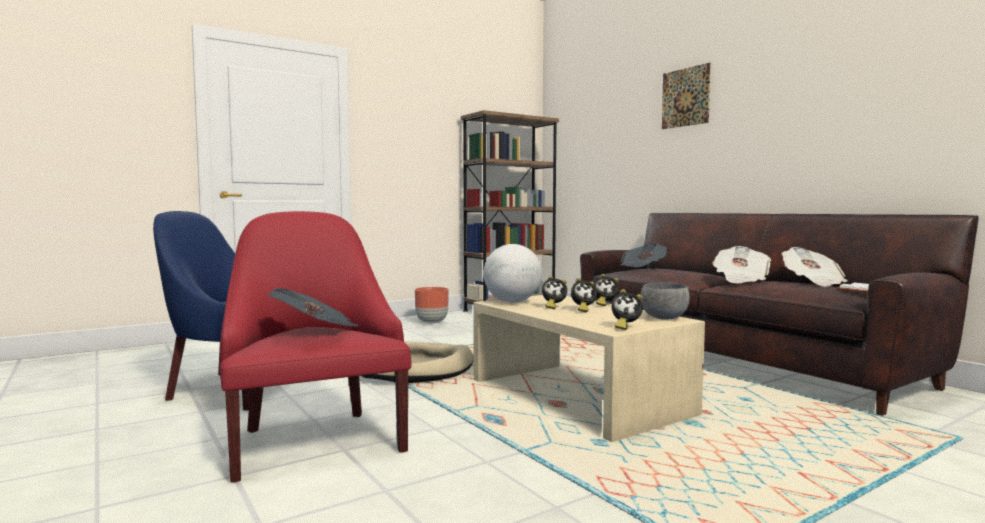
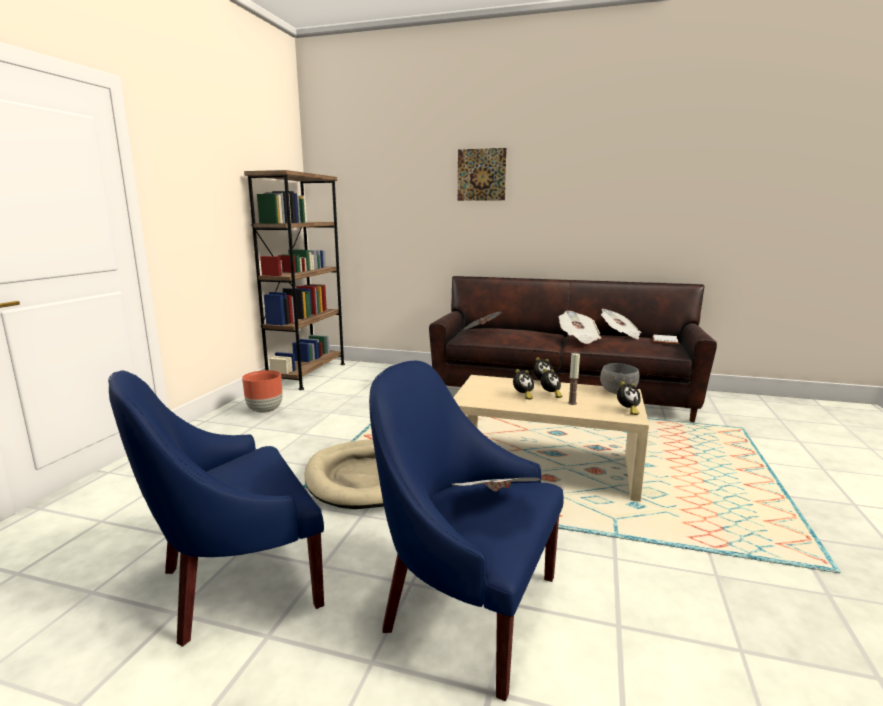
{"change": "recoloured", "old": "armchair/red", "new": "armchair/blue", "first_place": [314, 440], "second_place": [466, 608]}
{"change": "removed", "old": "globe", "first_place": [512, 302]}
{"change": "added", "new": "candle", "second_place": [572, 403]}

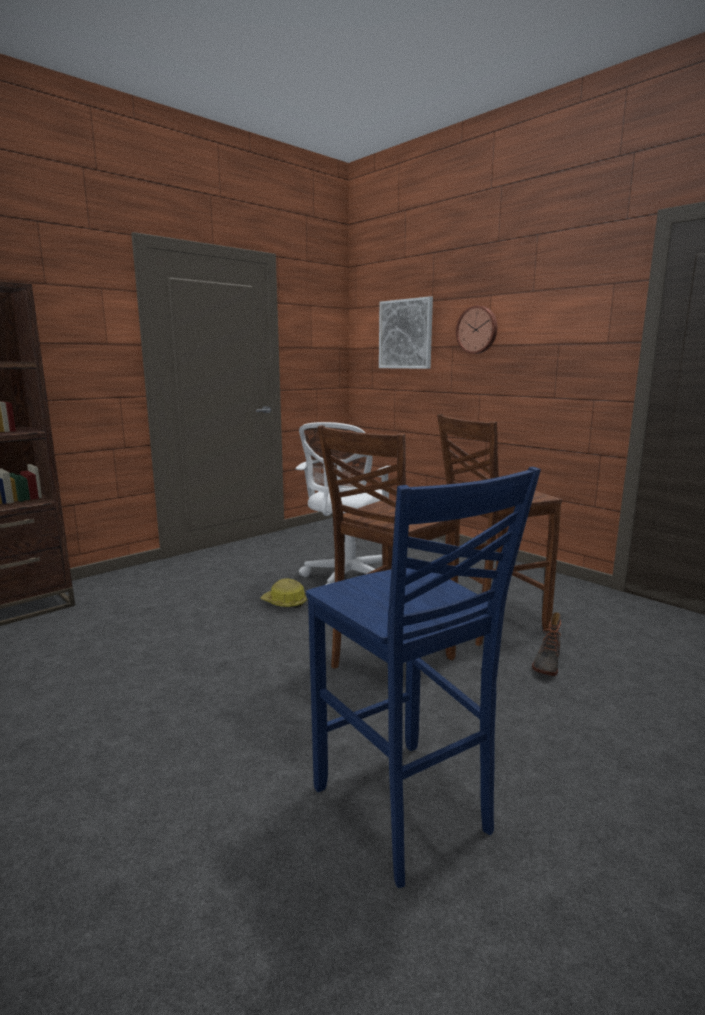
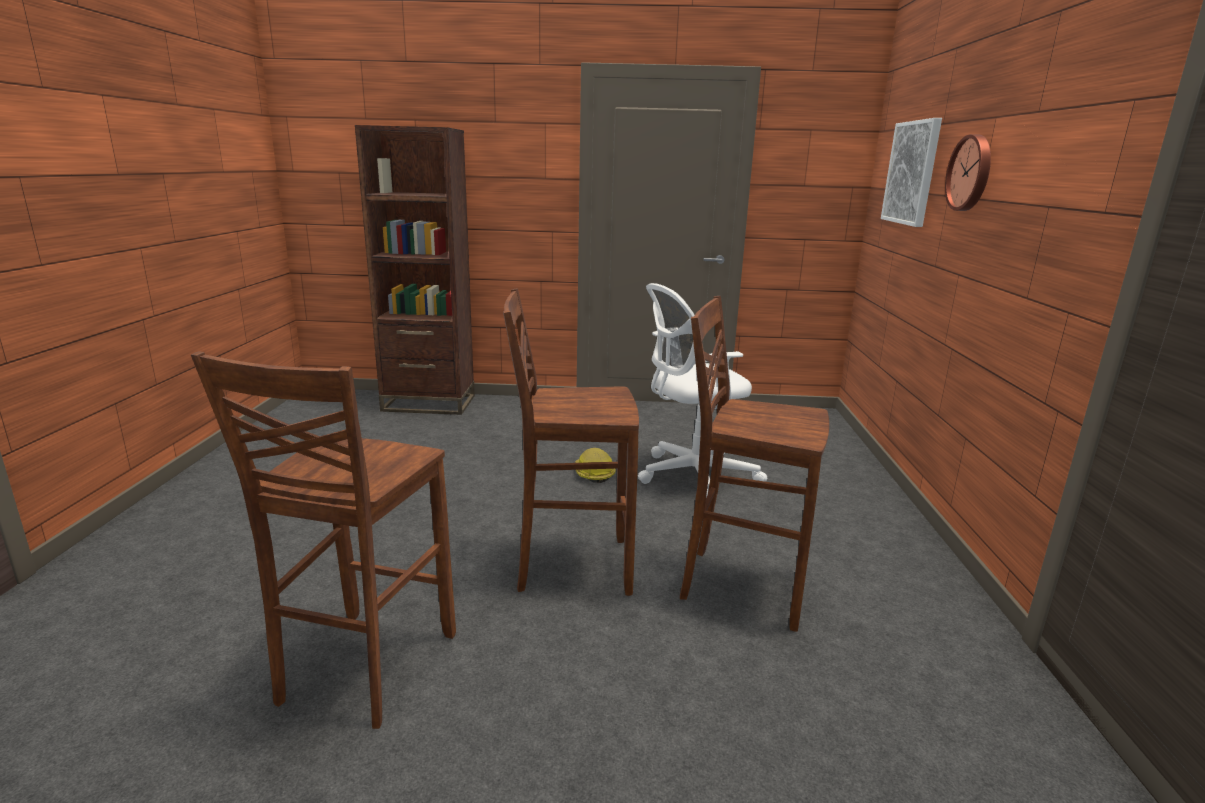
{"change": "recoloured", "old": "stool/blue", "new": "stool/brown", "first_place": [404, 811], "second_place": [363, 669]}
{"change": "removed", "old": "boot", "first_place": [546, 663]}

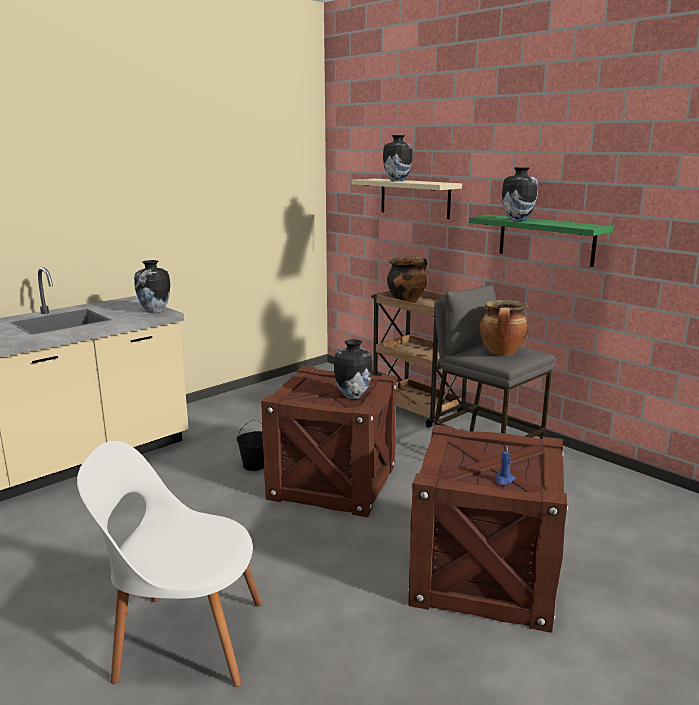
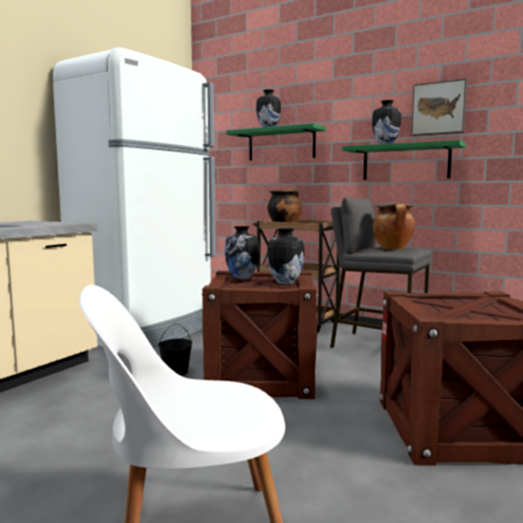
{"change": "moved", "old": "vase", "first_place": [154, 311], "second_place": [242, 278]}
{"change": "recoloured", "old": "shelf/beige", "new": "shelf/green", "first_place": [414, 198], "second_place": [281, 144]}
{"change": "removed", "old": "candle/blue", "first_place": [504, 480]}
{"change": "added", "new": "fridge/white", "second_place": [146, 331]}
{"change": "added", "new": "picture", "second_place": [439, 108]}

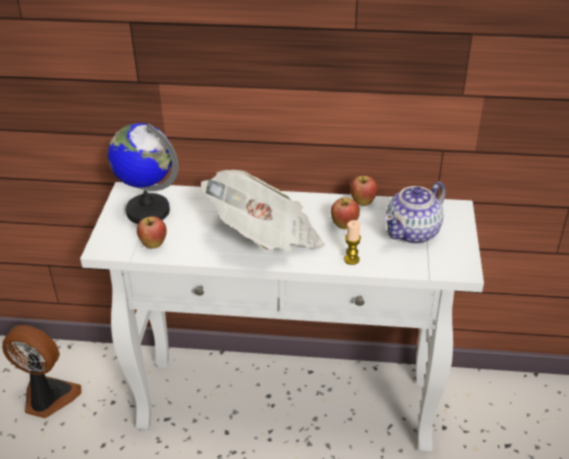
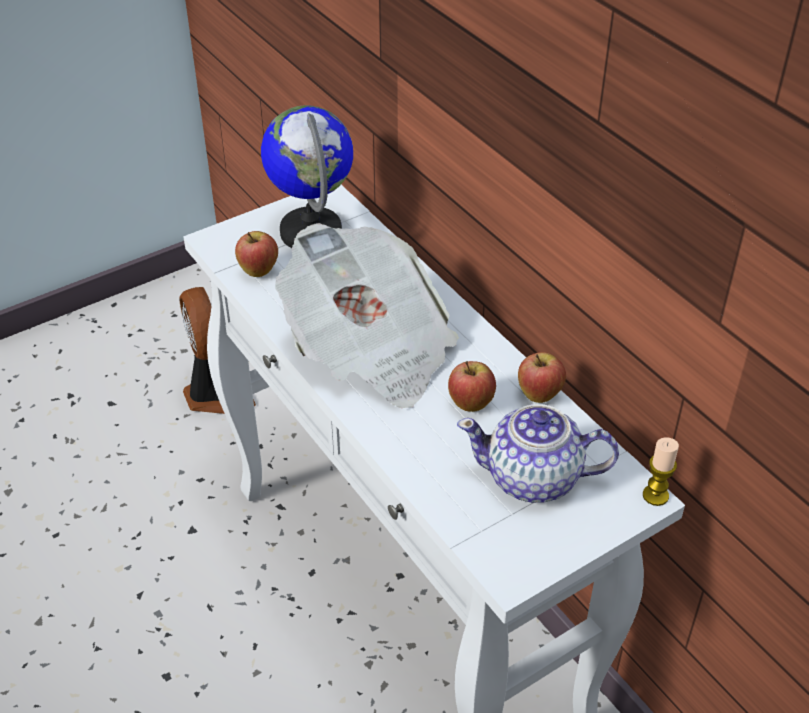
{"change": "moved", "old": "candle", "first_place": [351, 259], "second_place": [655, 495]}

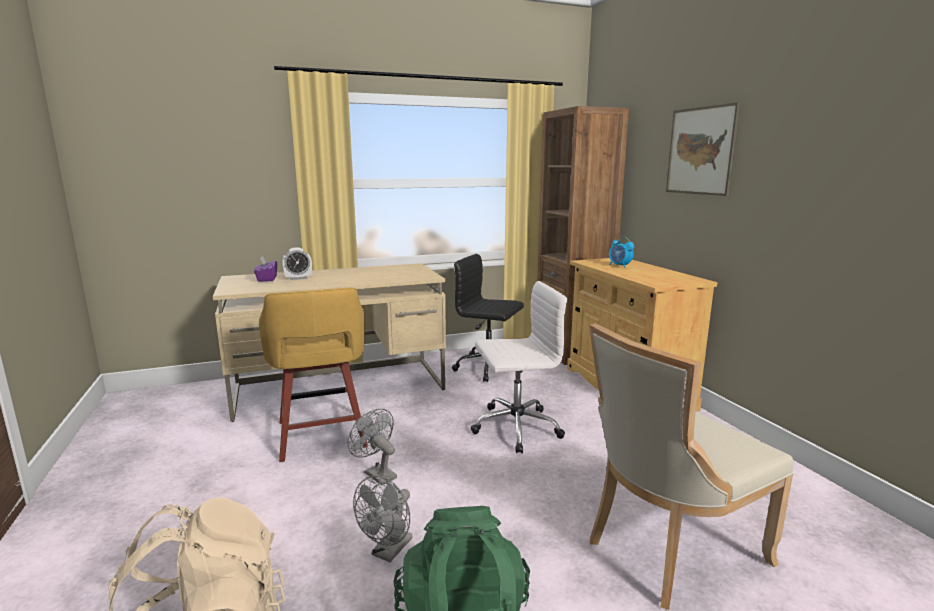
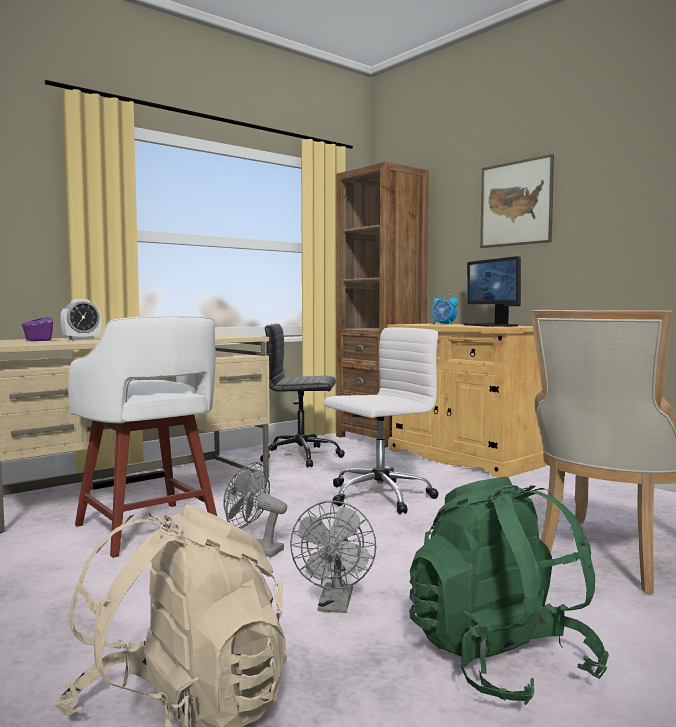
{"change": "recoloured", "old": "stool/yellow", "new": "stool/white", "first_place": [321, 436], "second_place": [148, 530]}
{"change": "added", "new": "monitor", "second_place": [491, 325]}

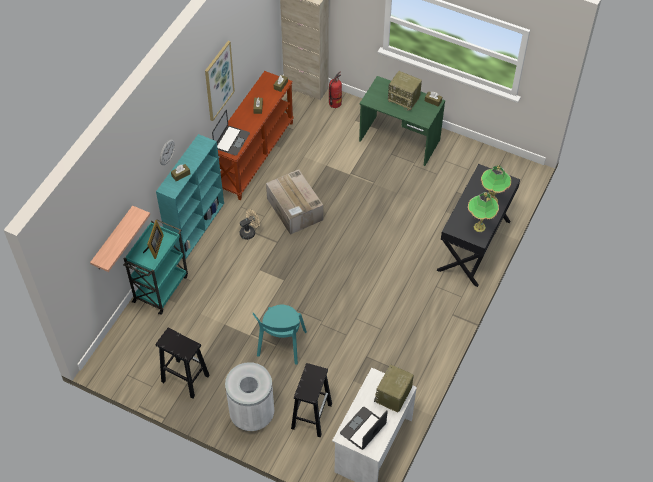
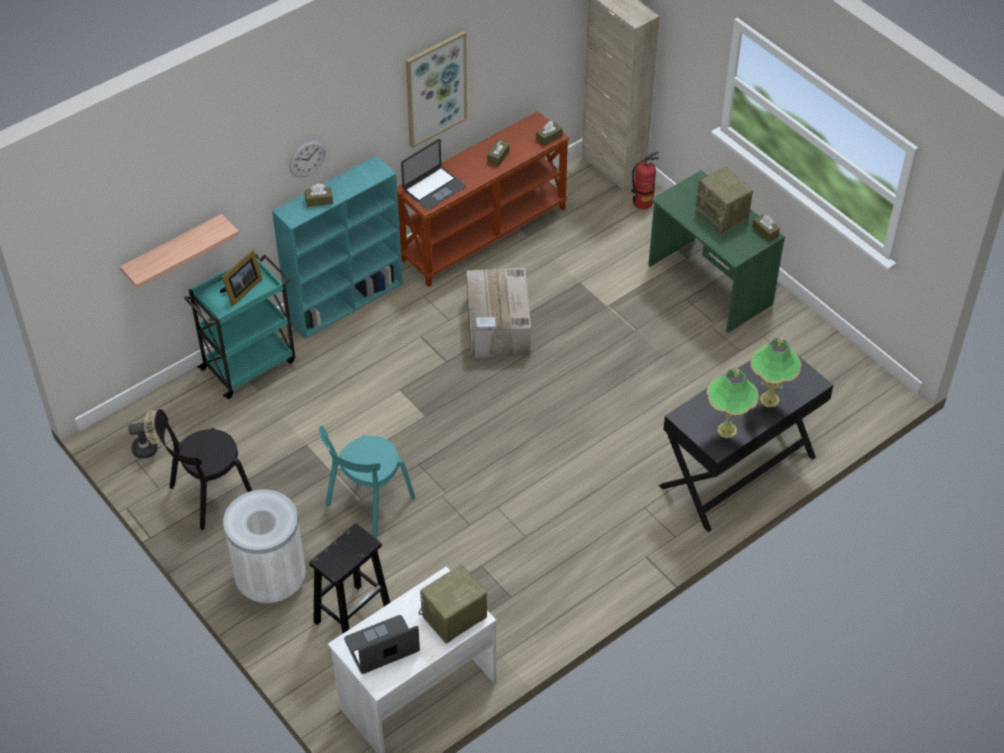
{"change": "replaced", "old": "stool/black", "new": "chair/black", "first_place": [184, 378], "second_place": [208, 495]}
{"change": "moved", "old": "fan/beige", "first_place": [249, 232], "second_place": [149, 448]}

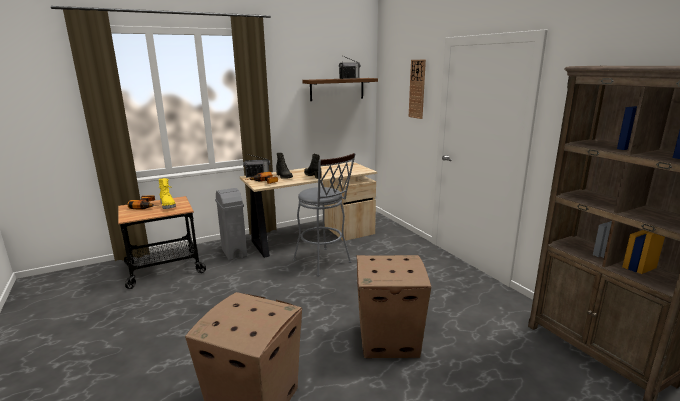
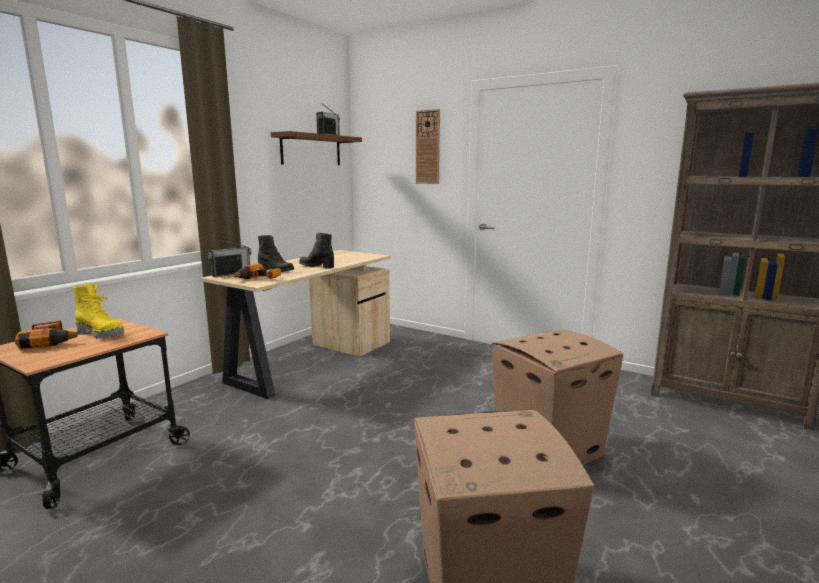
{"change": "removed", "old": "trash can/grey", "first_place": [234, 253]}
{"change": "removed", "old": "stool/grey", "first_place": [324, 263]}

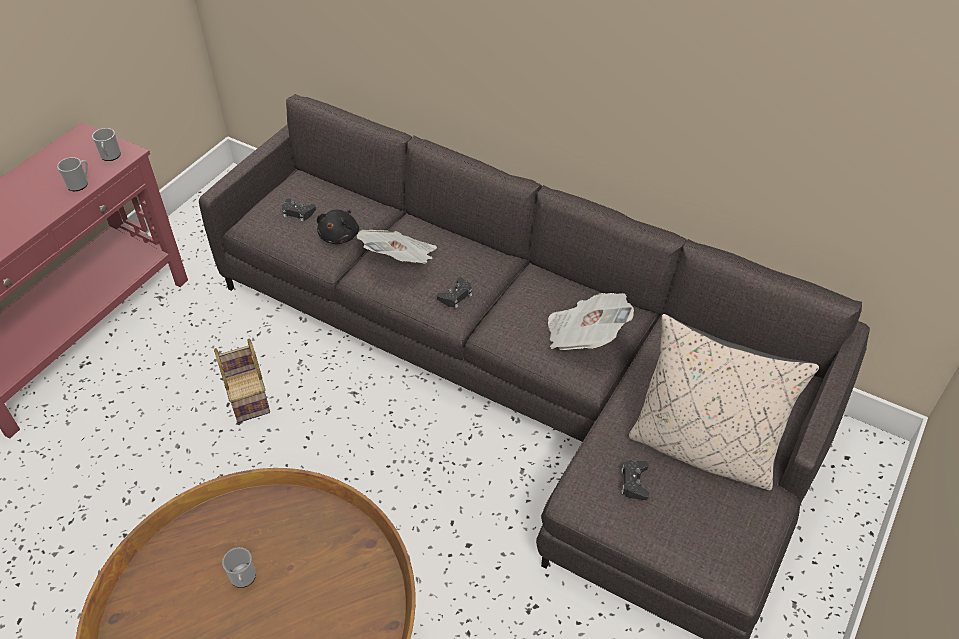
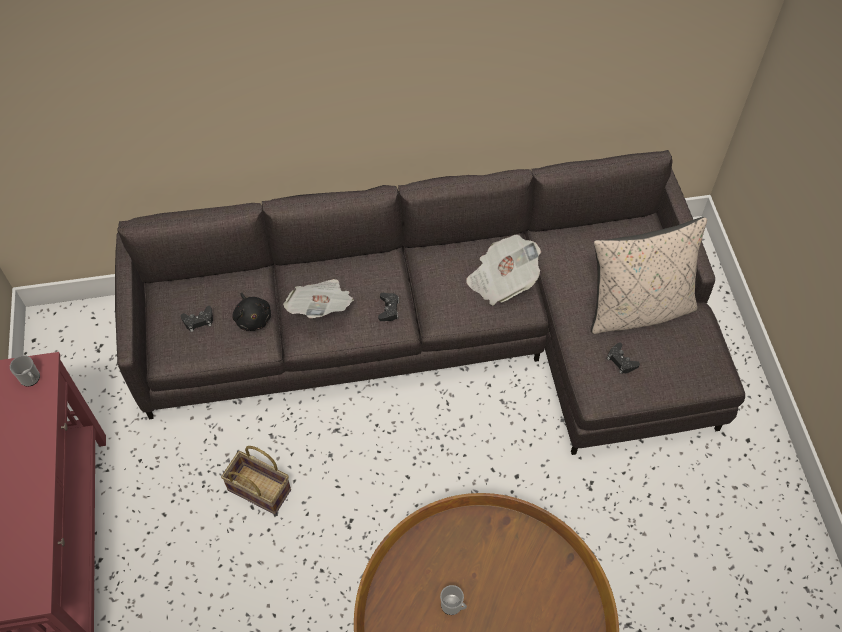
{"change": "removed", "old": "mug", "first_place": [80, 184]}

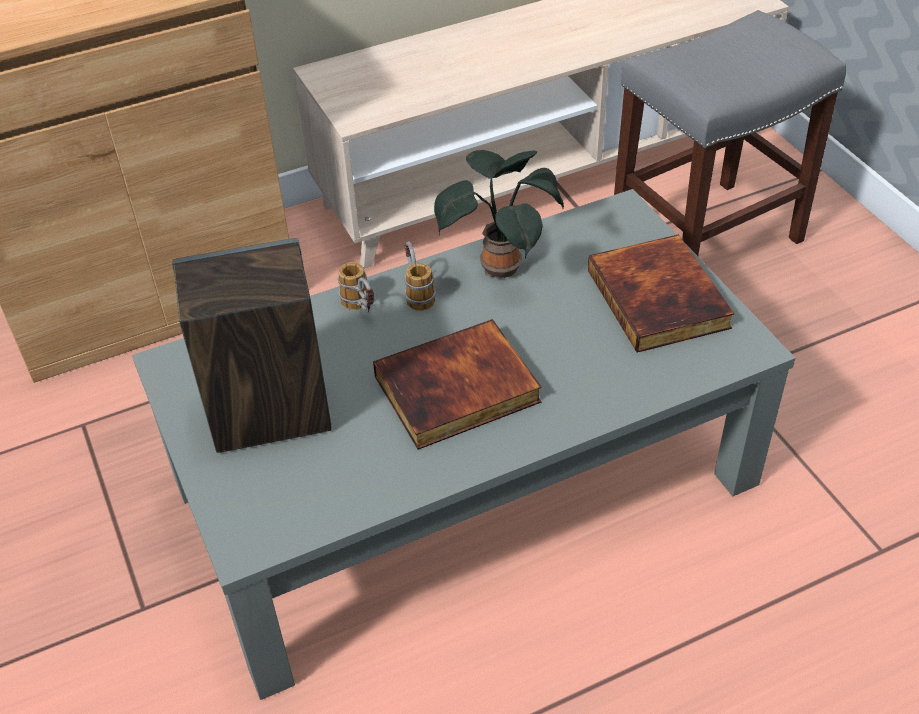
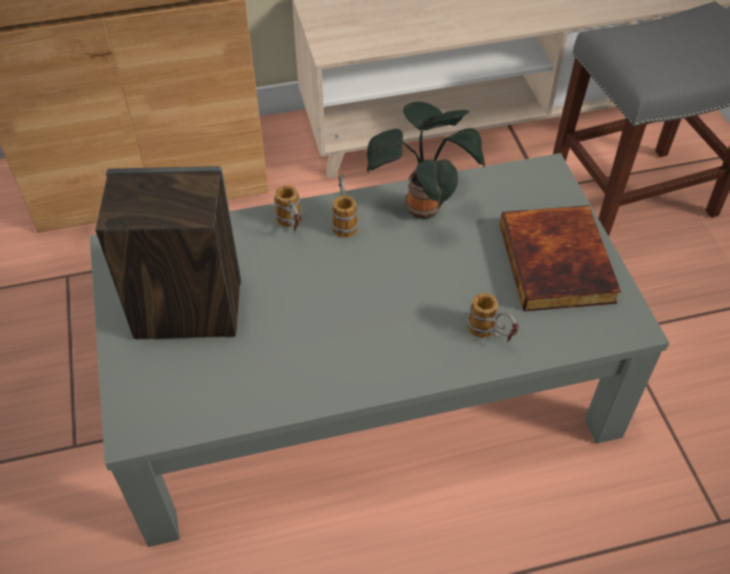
{"change": "removed", "old": "book", "first_place": [457, 391]}
{"change": "added", "new": "mug", "second_place": [491, 335]}

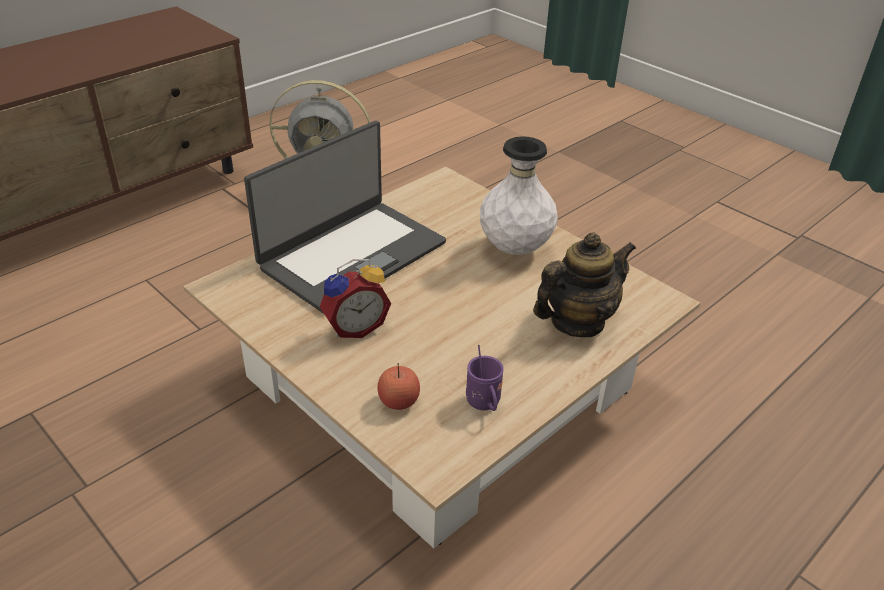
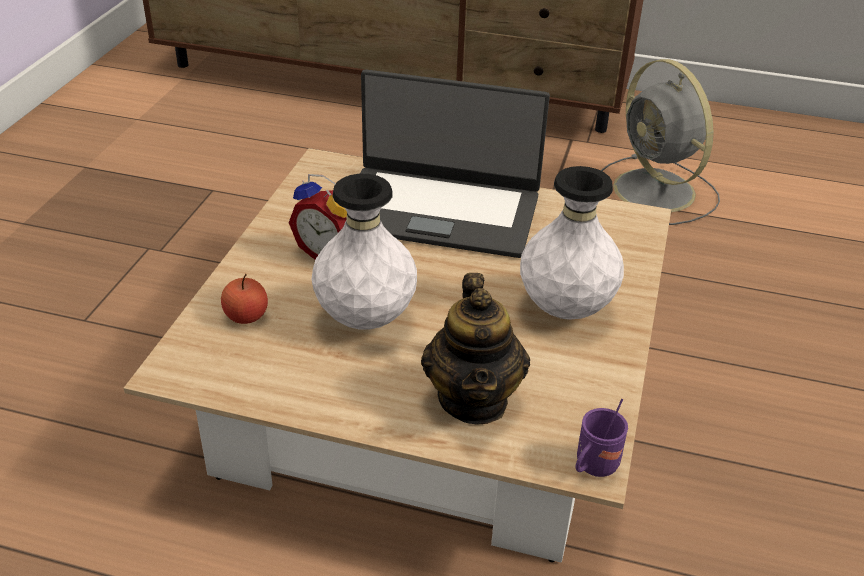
{"change": "moved", "old": "mug/purple", "first_place": [484, 405], "second_place": [593, 468]}
{"change": "turned", "old": "teapot", "first_place": [577, 322], "second_place": [474, 399], "degrees": 60}
{"change": "added", "new": "vase/white", "second_place": [365, 319]}

